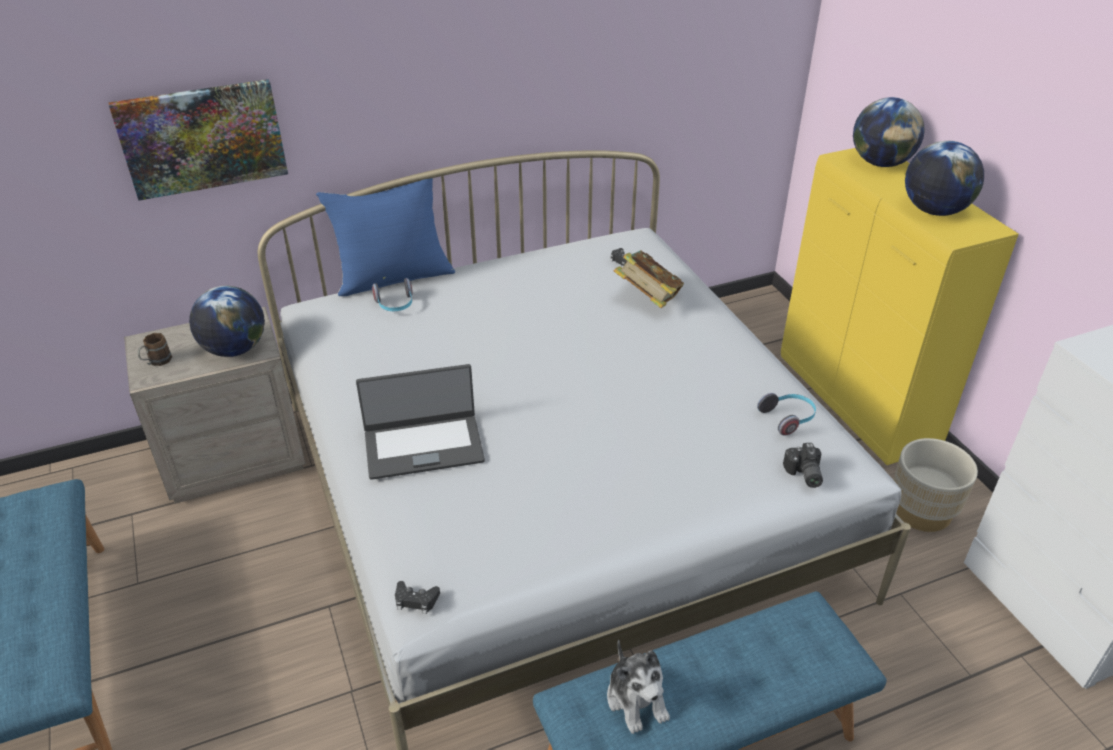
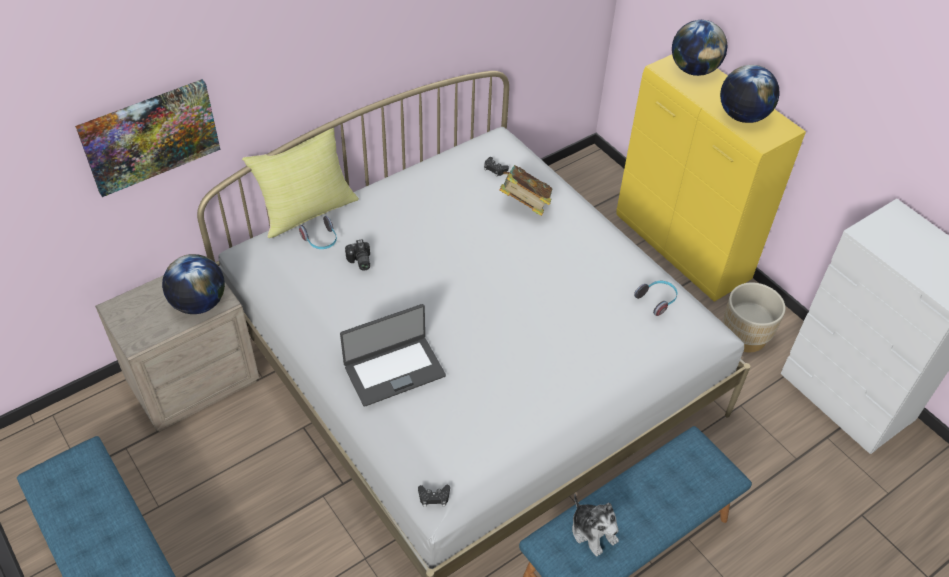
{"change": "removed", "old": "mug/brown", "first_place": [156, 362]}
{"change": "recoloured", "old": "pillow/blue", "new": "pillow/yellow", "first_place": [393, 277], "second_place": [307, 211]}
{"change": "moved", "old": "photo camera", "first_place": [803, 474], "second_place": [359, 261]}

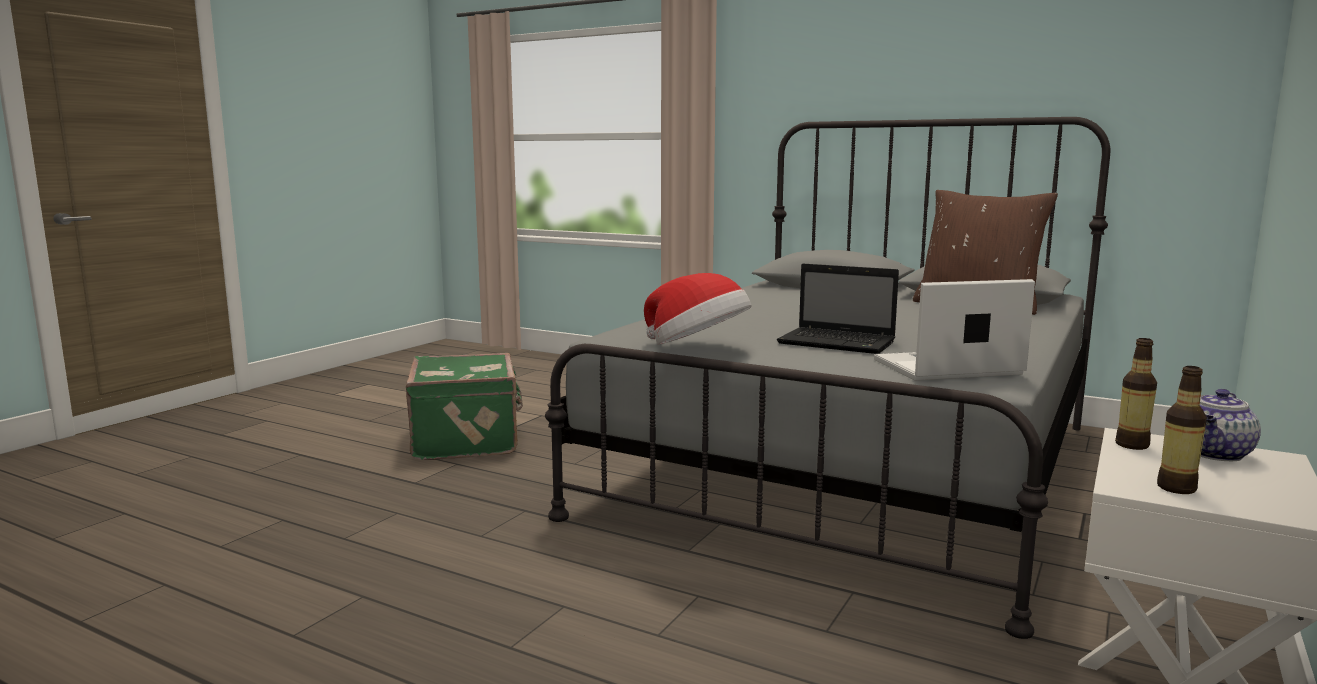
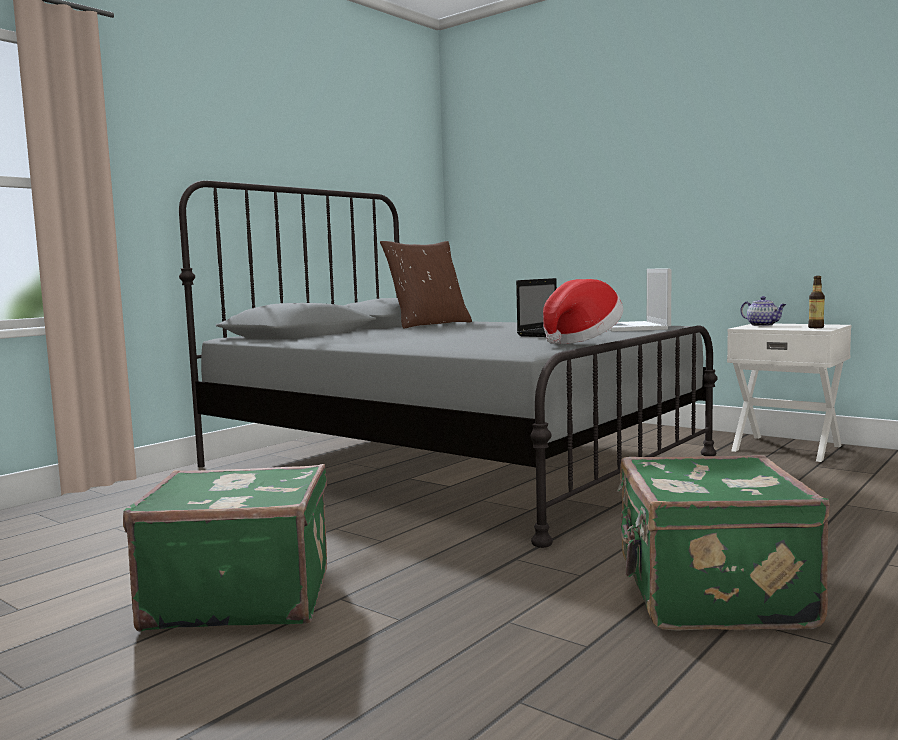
{"change": "removed", "old": "bottle", "first_place": [1131, 445]}
{"change": "added", "new": "suitcase/green", "second_place": [709, 594]}

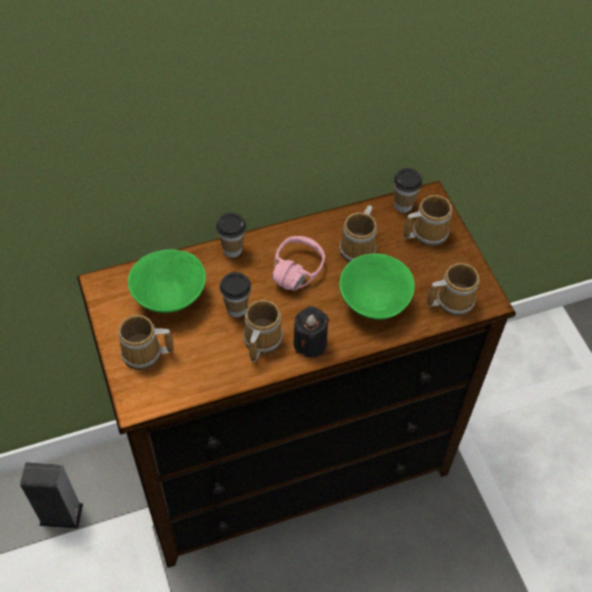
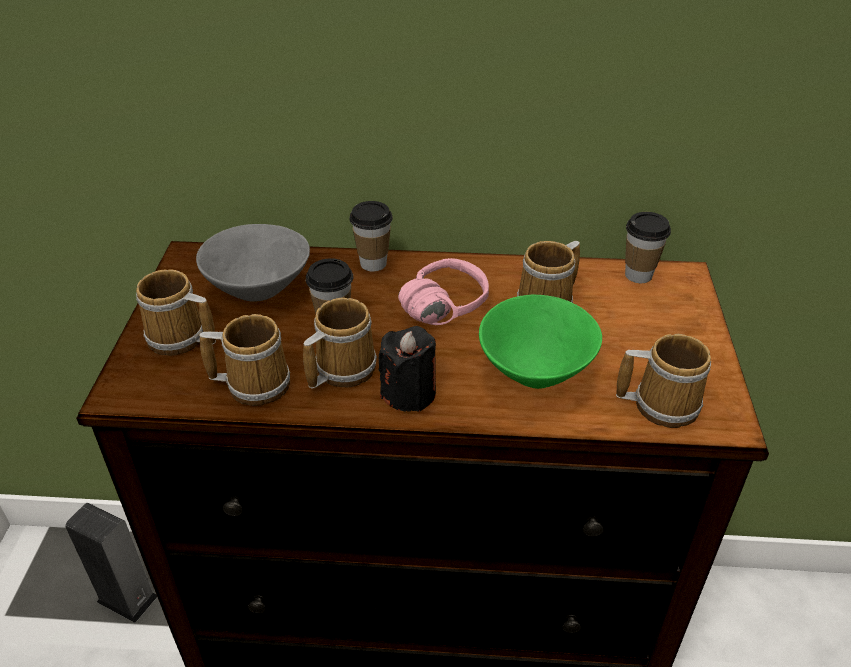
{"change": "recoloured", "old": "bowl/green", "new": "bowl/grey", "first_place": [170, 297], "second_place": [260, 289]}
{"change": "moved", "old": "mug", "first_place": [426, 232], "second_place": [255, 383]}

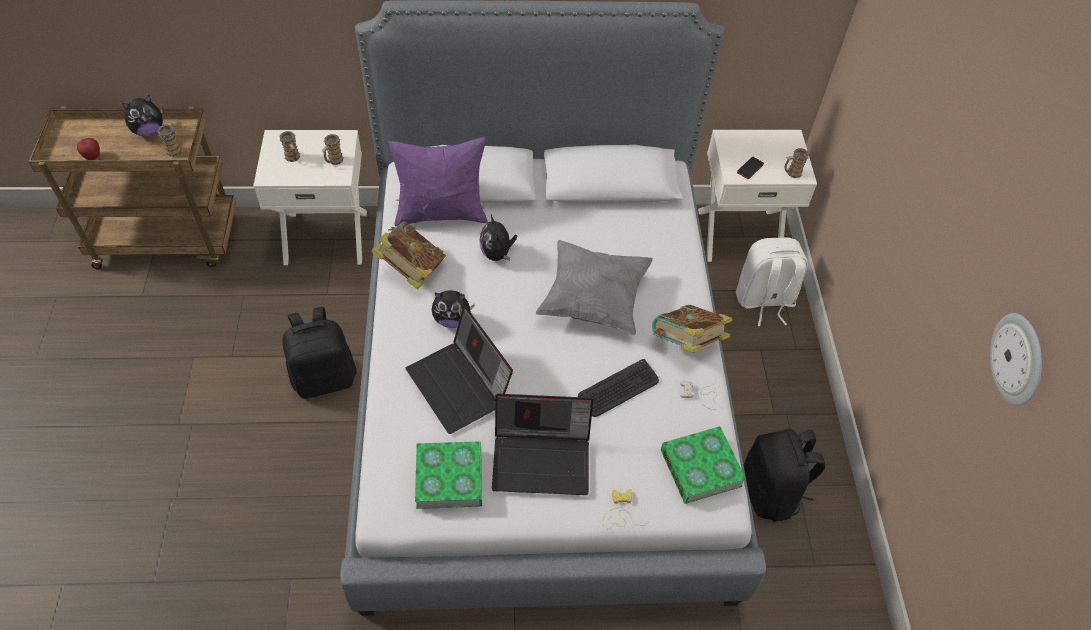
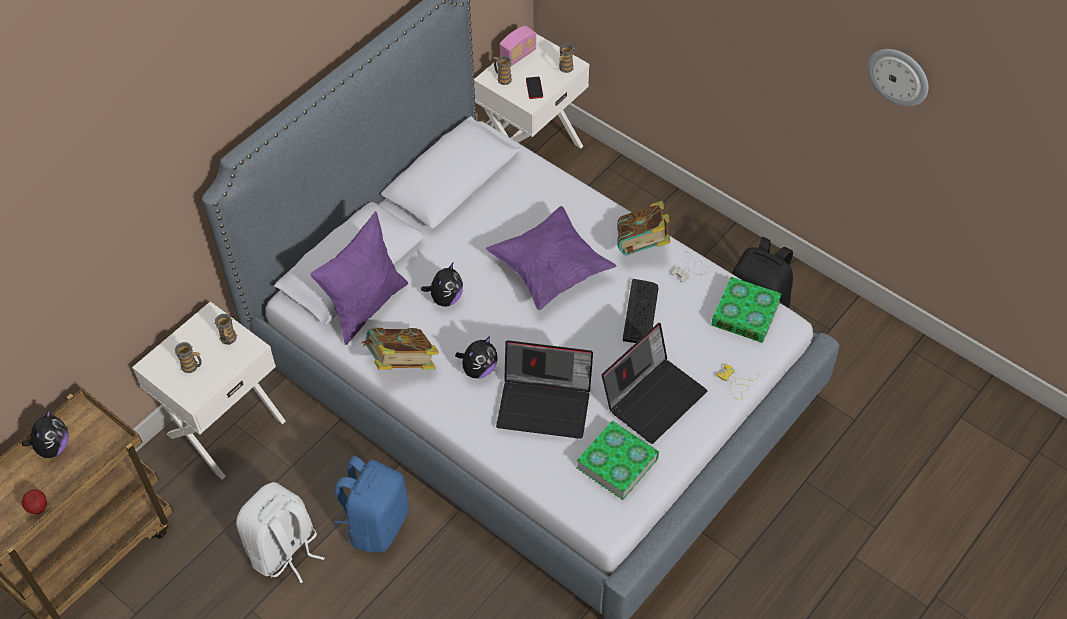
{"change": "moved", "old": "mug", "first_place": [174, 149], "second_place": [502, 78]}
{"change": "recoloured", "old": "backpack/black", "new": "backpack/blue", "first_place": [324, 377], "second_place": [376, 523]}
{"change": "turned", "old": "plush toy", "first_place": [497, 254], "second_place": [445, 298], "degrees": -90}
{"change": "recoloured", "old": "pillow/grey", "new": "pillow/purple", "first_place": [593, 299], "second_place": [550, 270]}
{"change": "moved", "old": "backpack/white", "first_place": [764, 300], "second_place": [284, 551]}
{"change": "added", "new": "radio", "second_place": [518, 55]}

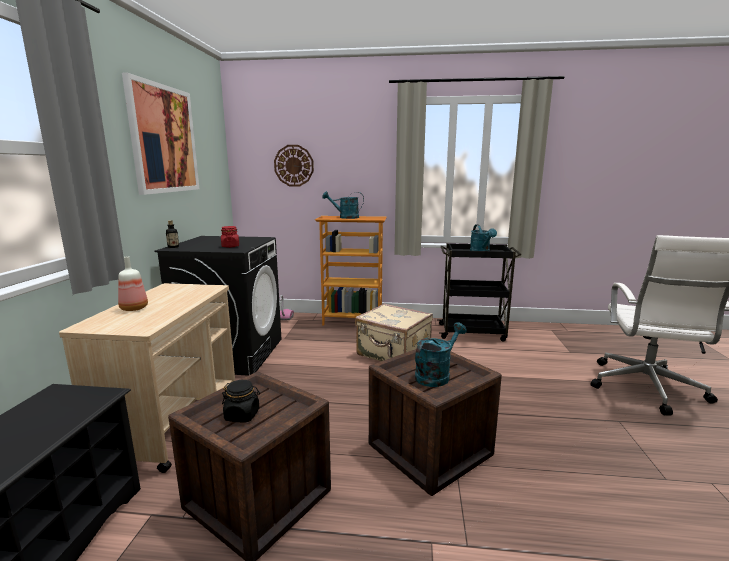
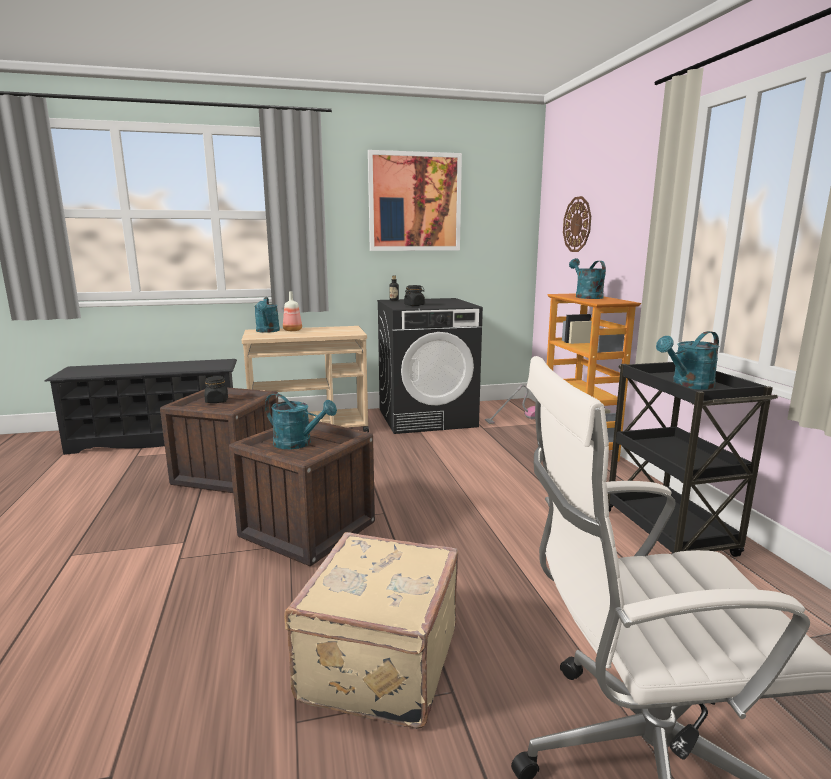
{"change": "recoloured", "old": "jar/red", "new": "jar/black", "first_place": [230, 246], "second_place": [414, 305]}
{"change": "moved", "old": "suitcase/beige", "first_place": [393, 354], "second_place": [376, 663]}
{"change": "added", "new": "watering can/turquoise", "second_place": [267, 331]}

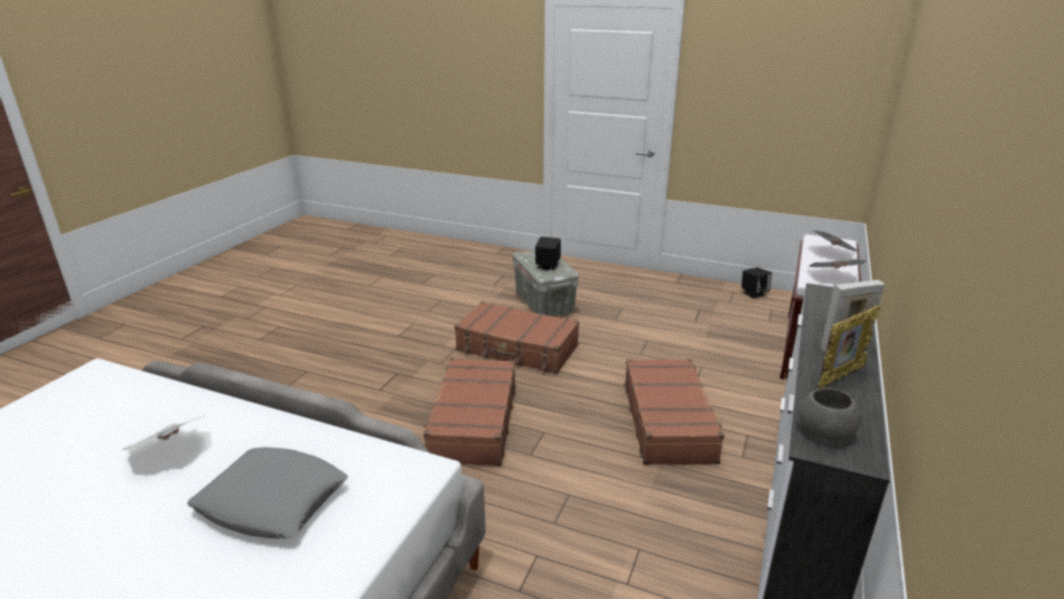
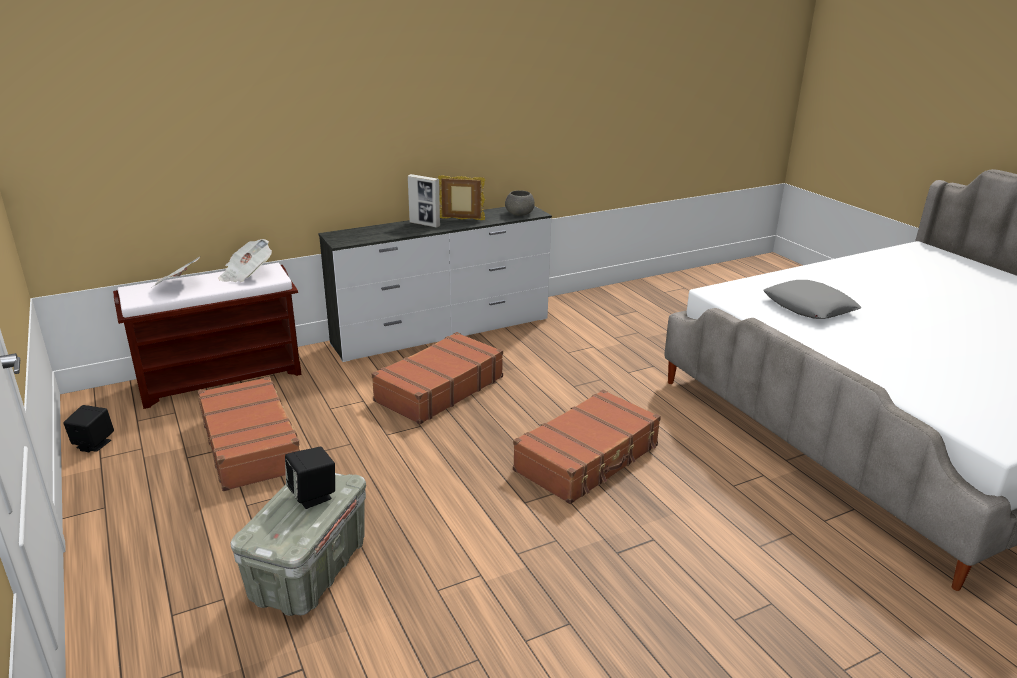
{"change": "removed", "old": "newspaper", "first_place": [169, 449]}
{"change": "moved", "old": "suitcase/brown", "first_place": [517, 349], "second_place": [252, 444]}

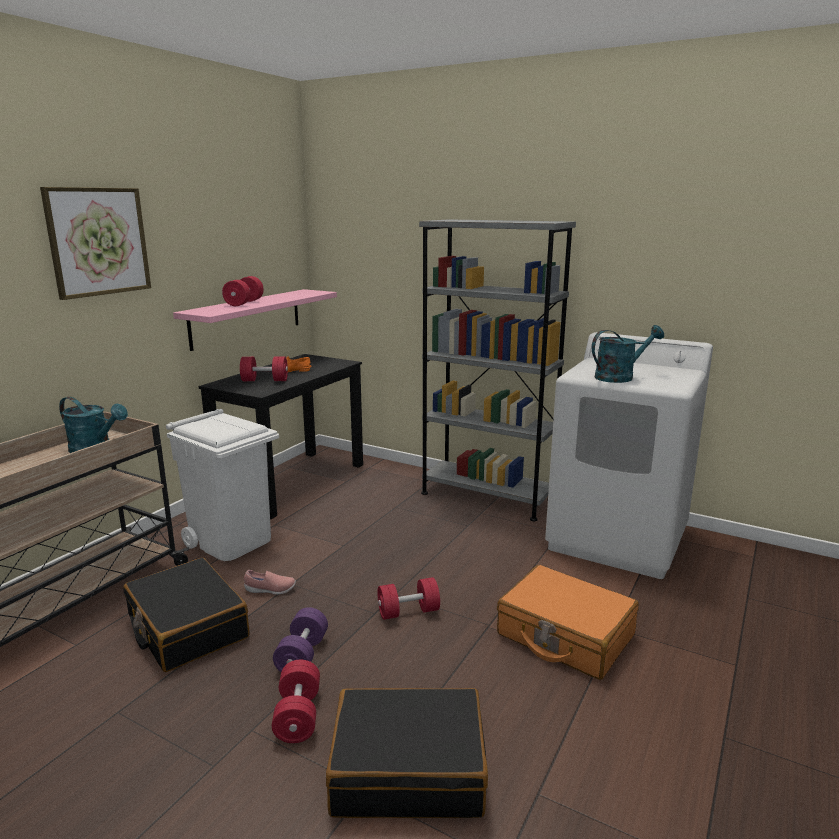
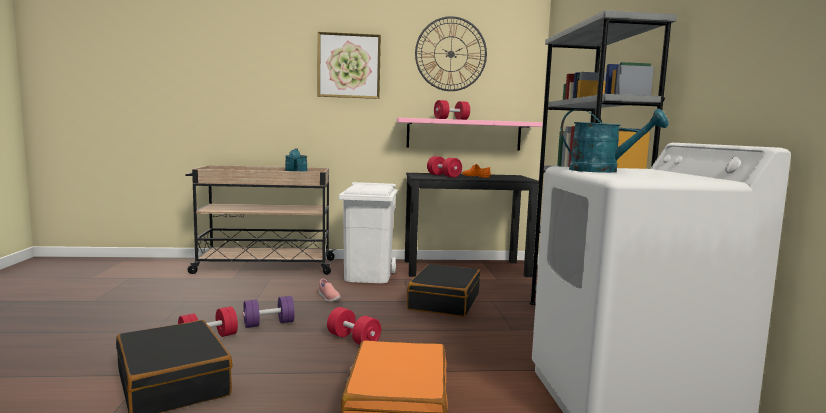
{"change": "moved", "old": "suitcase/black", "first_place": [187, 627], "second_place": [444, 301]}
{"change": "added", "new": "wall clock", "second_place": [451, 54]}

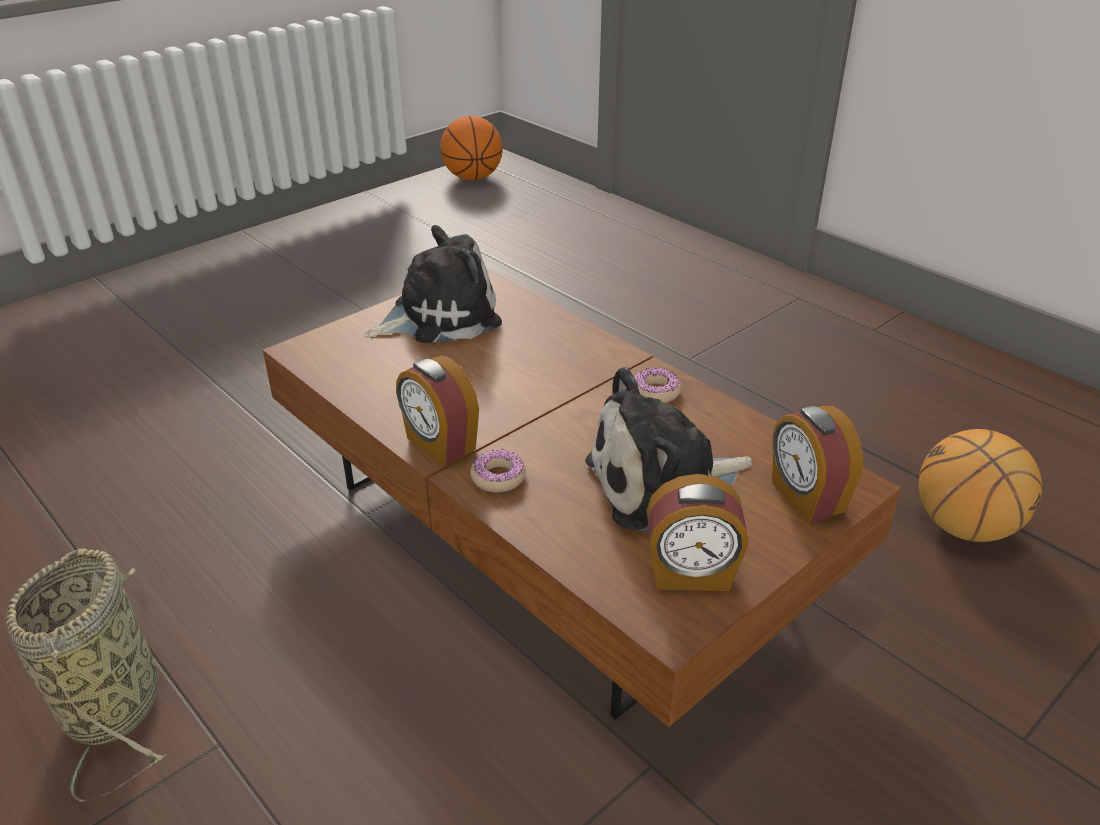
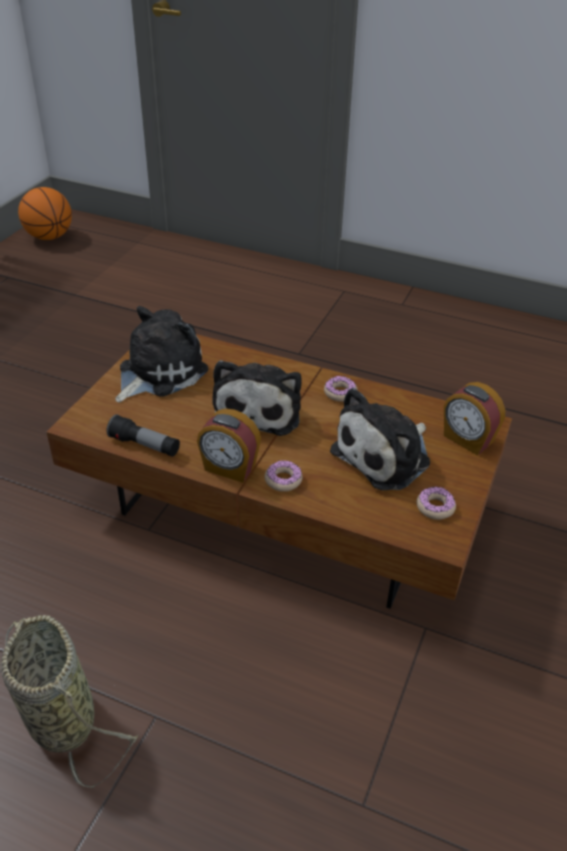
{"change": "replaced", "old": "alarm clock", "new": "donut", "first_place": [690, 574], "second_place": [435, 507]}
{"change": "removed", "old": "basketball", "first_place": [964, 527]}
{"change": "added", "new": "flashlight", "second_place": [144, 445]}
{"change": "added", "new": "plush toy", "second_place": [259, 409]}

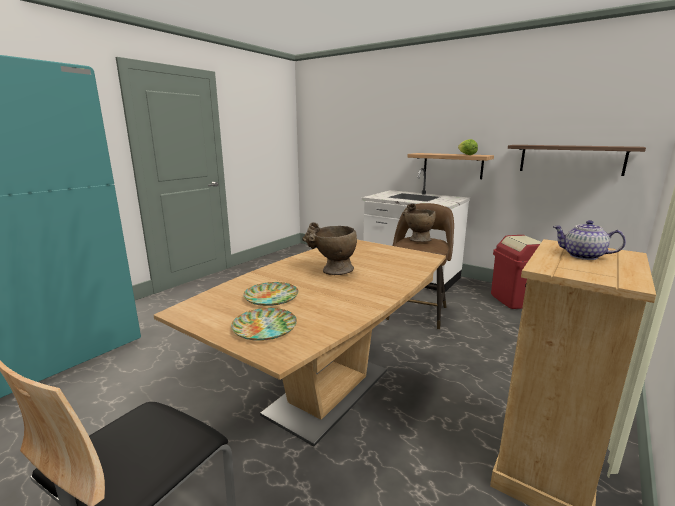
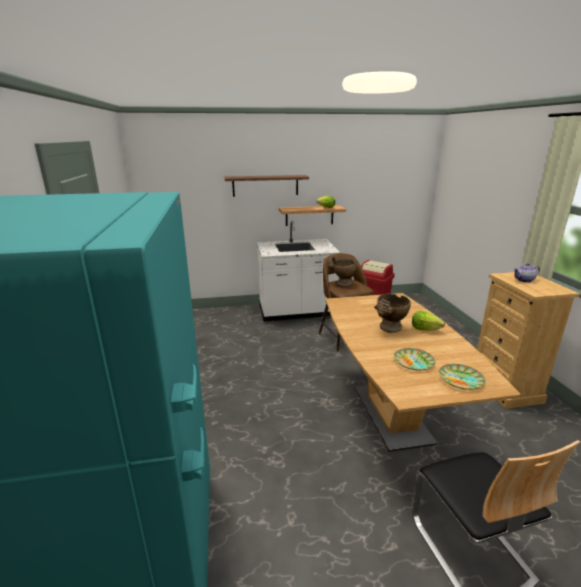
{"change": "moved", "old": "shelf", "first_place": [571, 159], "second_place": [265, 185]}
{"change": "added", "new": "lettuce", "second_place": [424, 329]}

